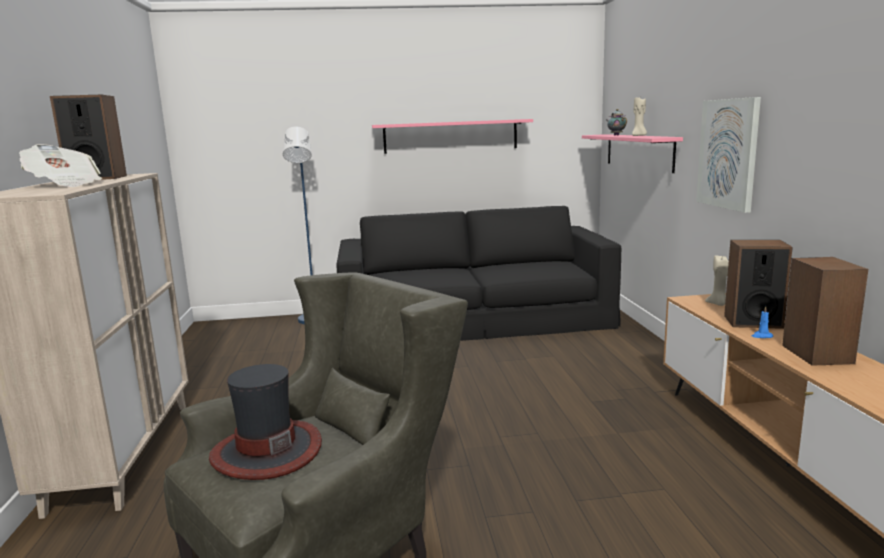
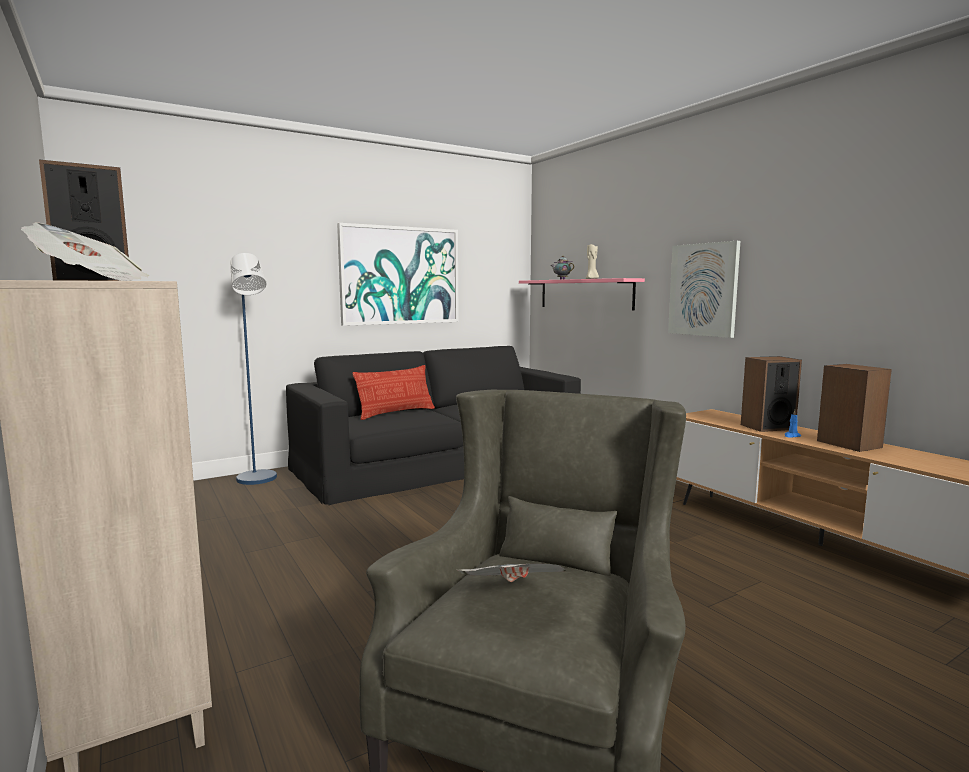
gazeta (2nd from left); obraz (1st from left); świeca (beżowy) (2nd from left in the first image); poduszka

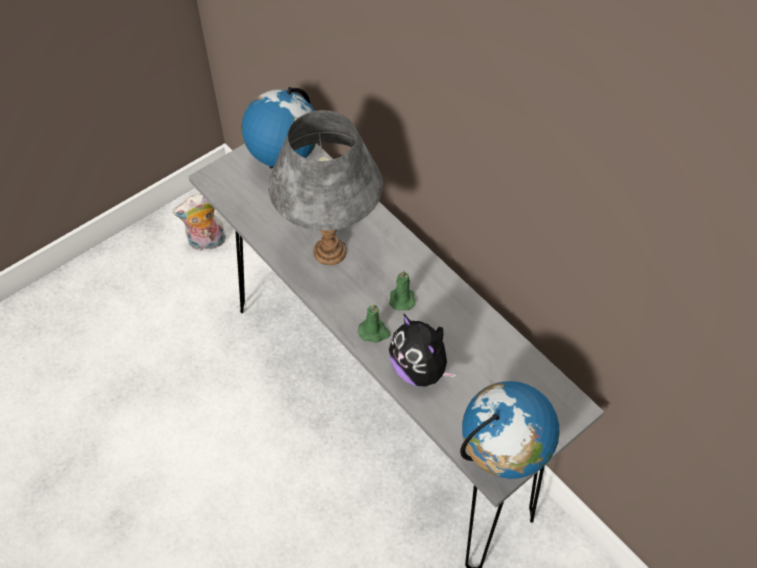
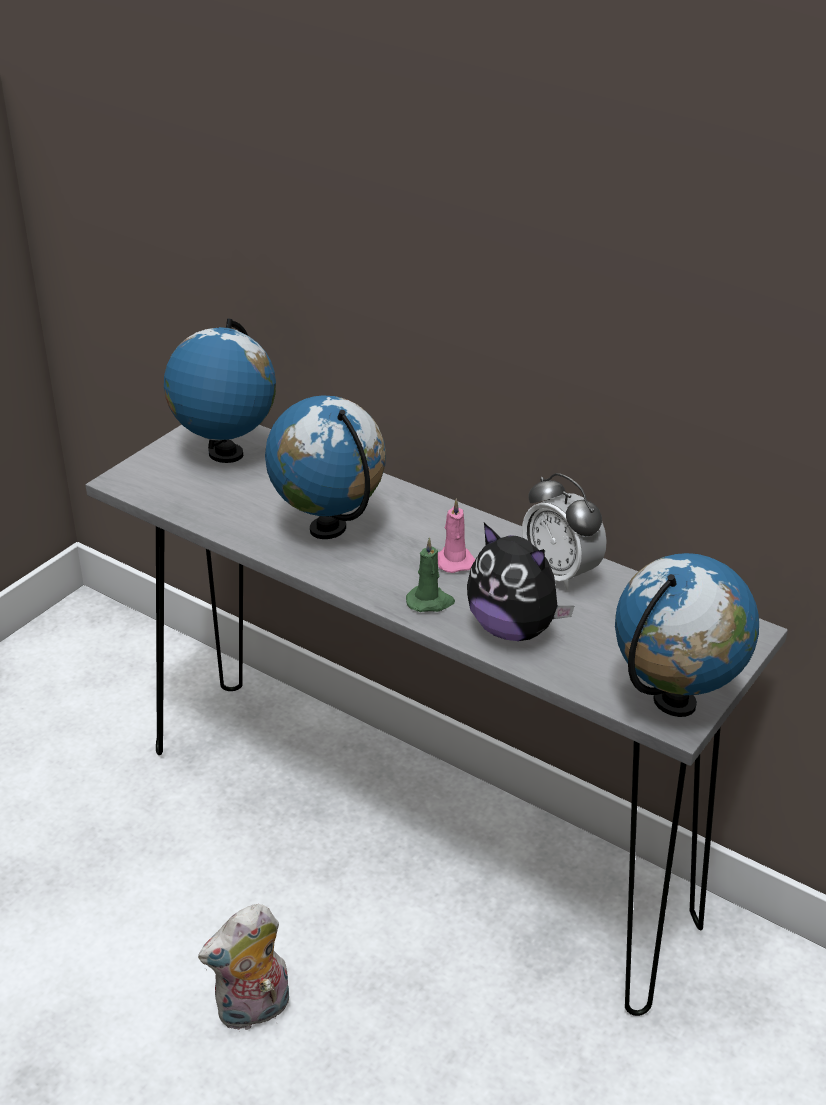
pluszak (1st from left); globus (2nd from left); świeca (różowy); budzik

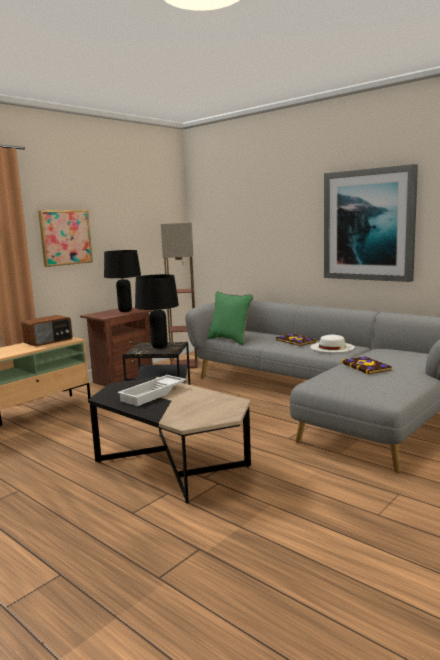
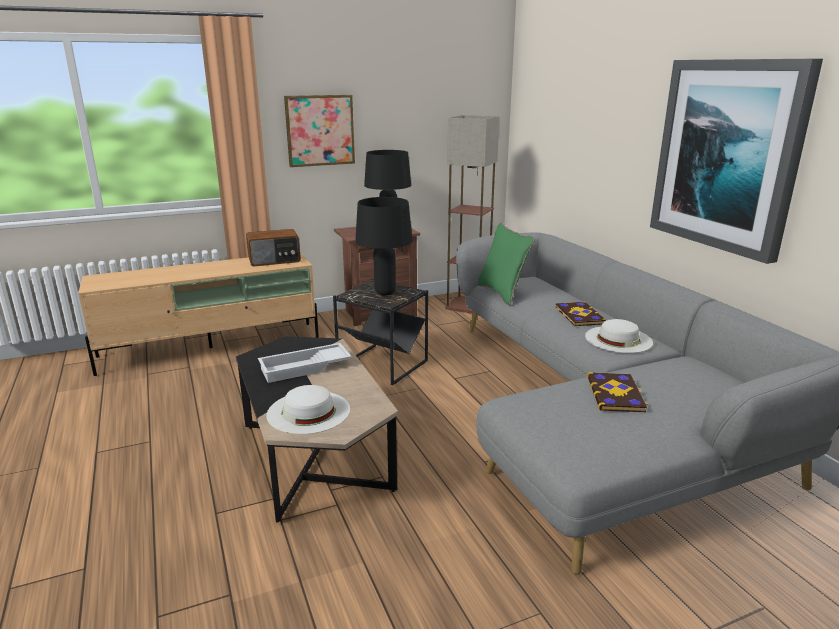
kapelusz (biały) (1st from left)

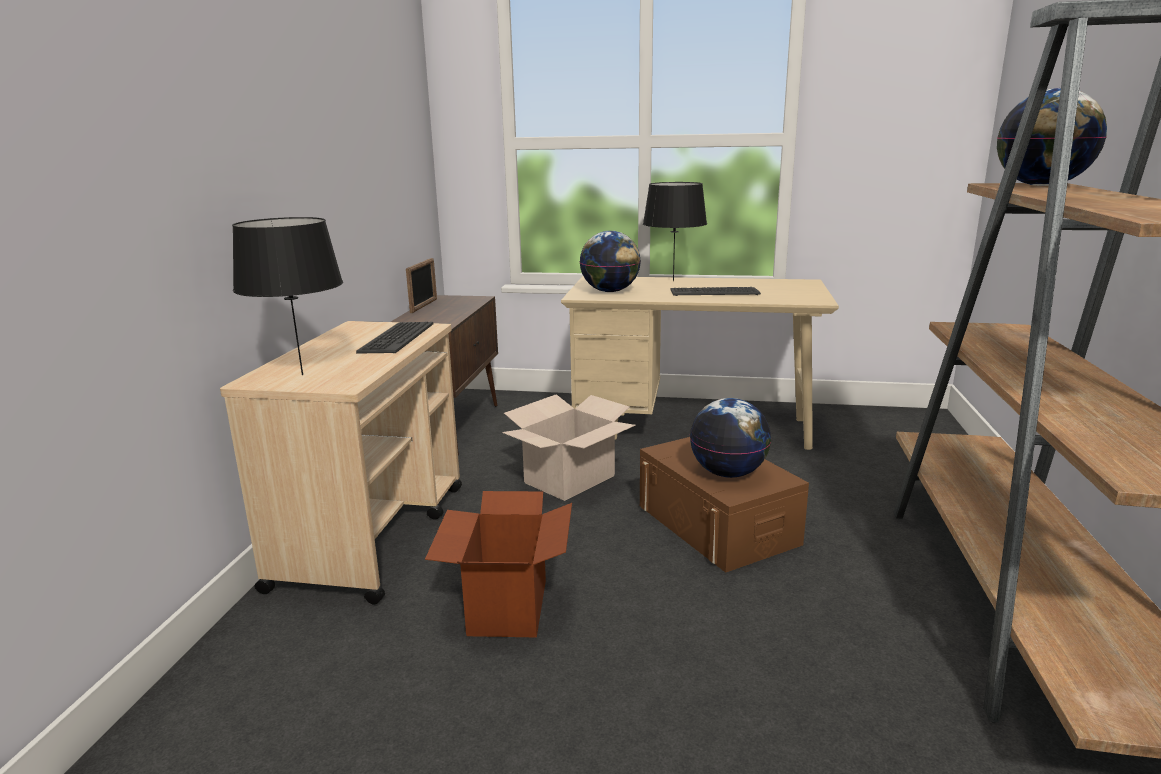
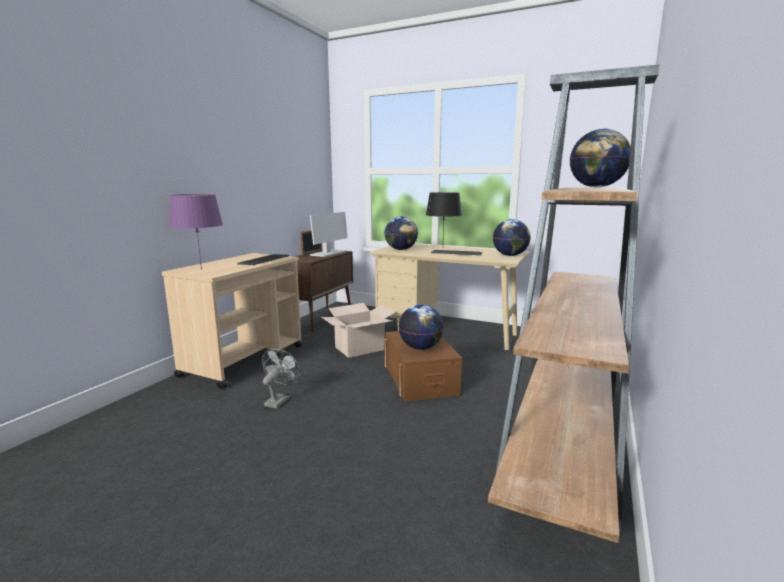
lampa stołowa (fioletowy); wentylator (szary); monitor; globus (3rd from left)

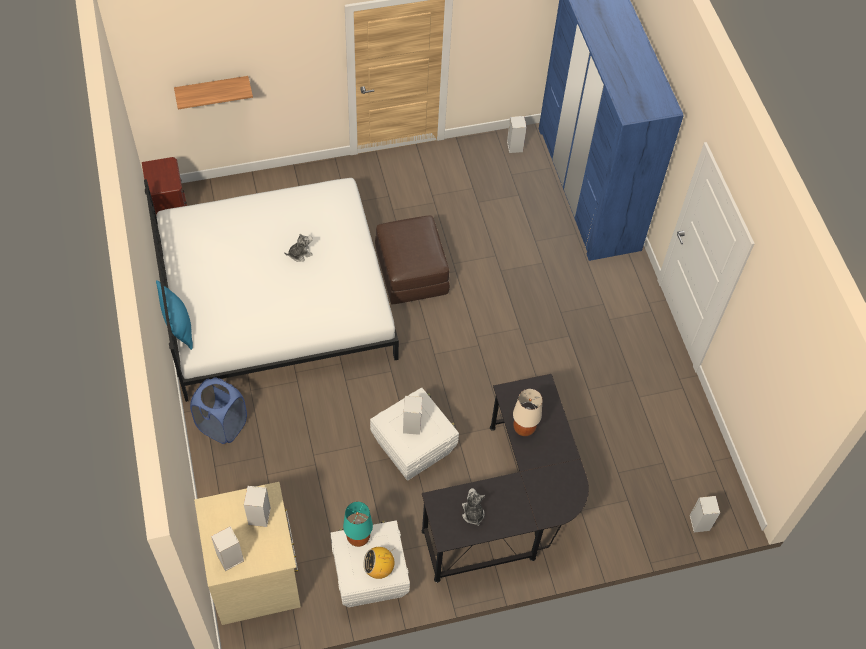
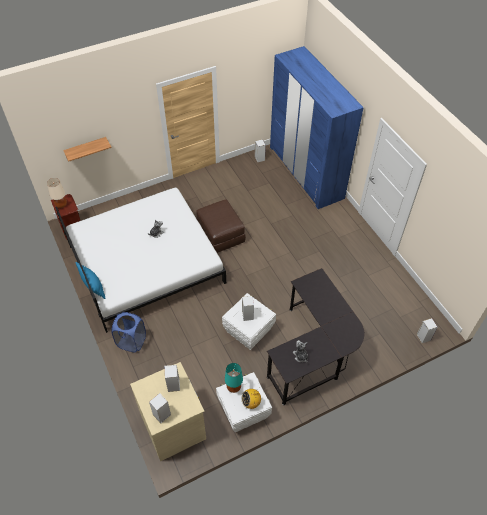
lampa stołowa (beżowy)

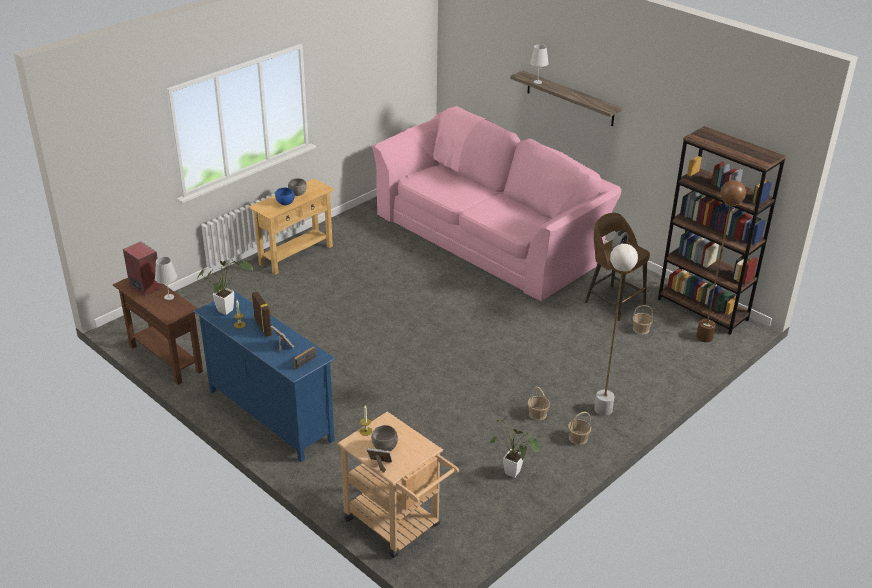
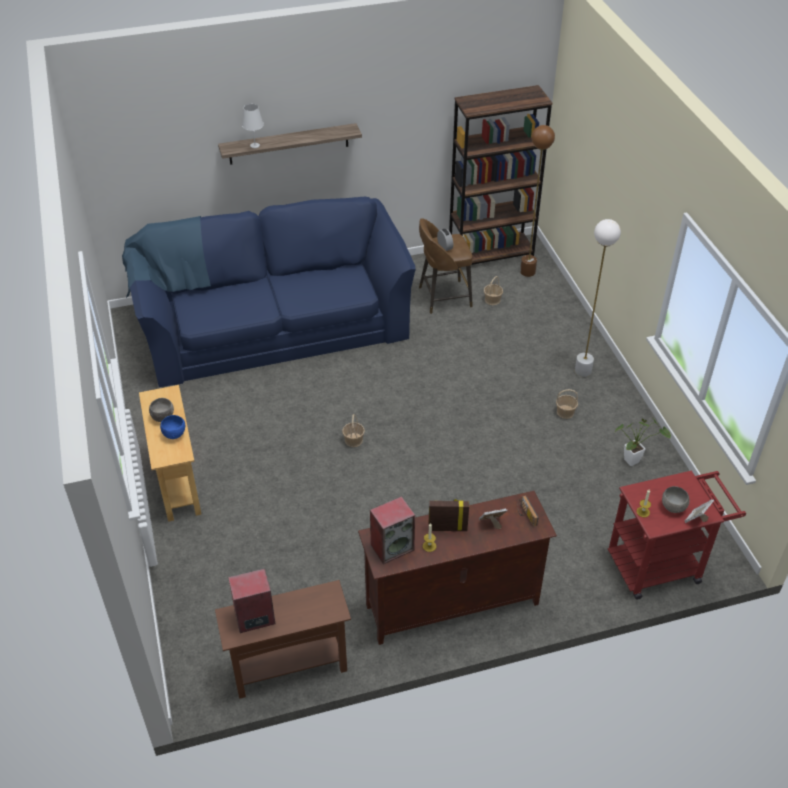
lampa stołowa (biały) (1st from left in the first image); szafka pod telewizor (brązowy); głośnik (2nd from left); wózek (czerwony); kanapa (niebieski); koszyk (1st from left)

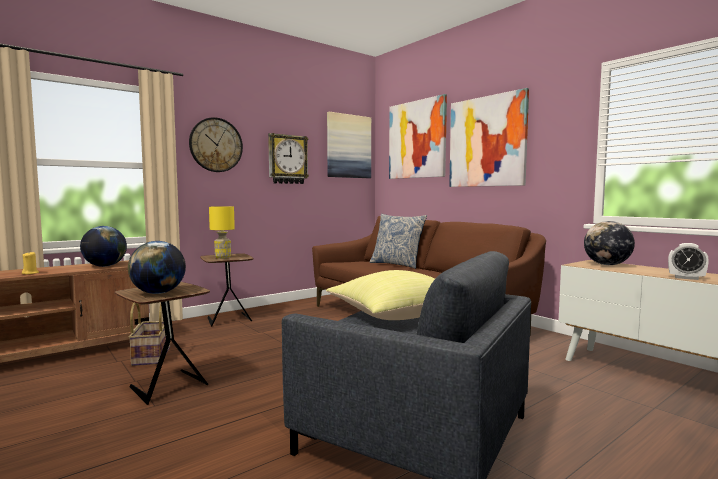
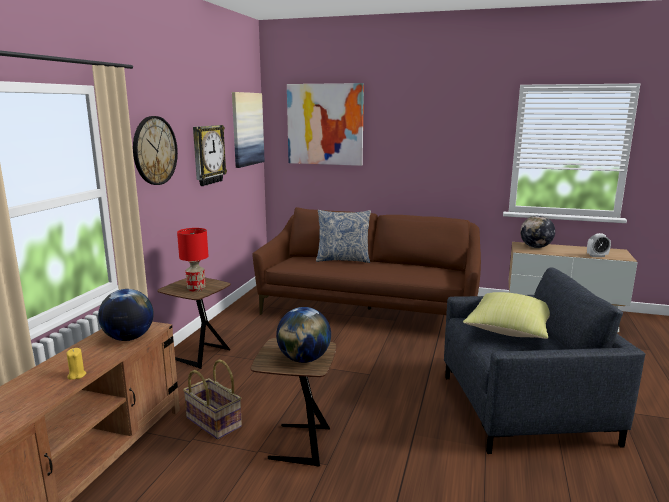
lampa stołowa (czerwony); obraz (3rd from left in the first image)

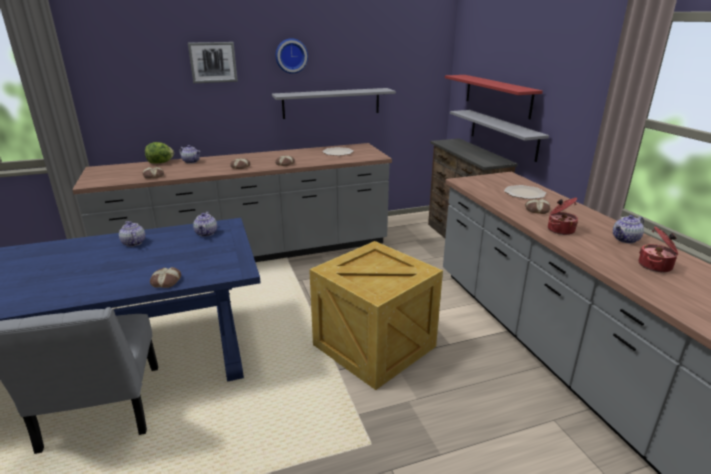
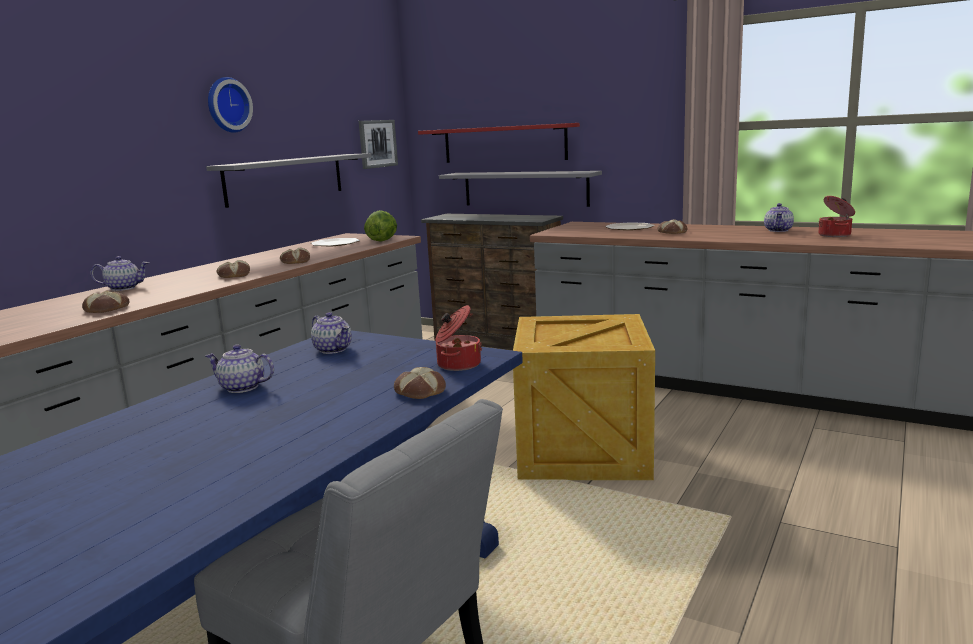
sałata; obraz; garnek (1st from left)

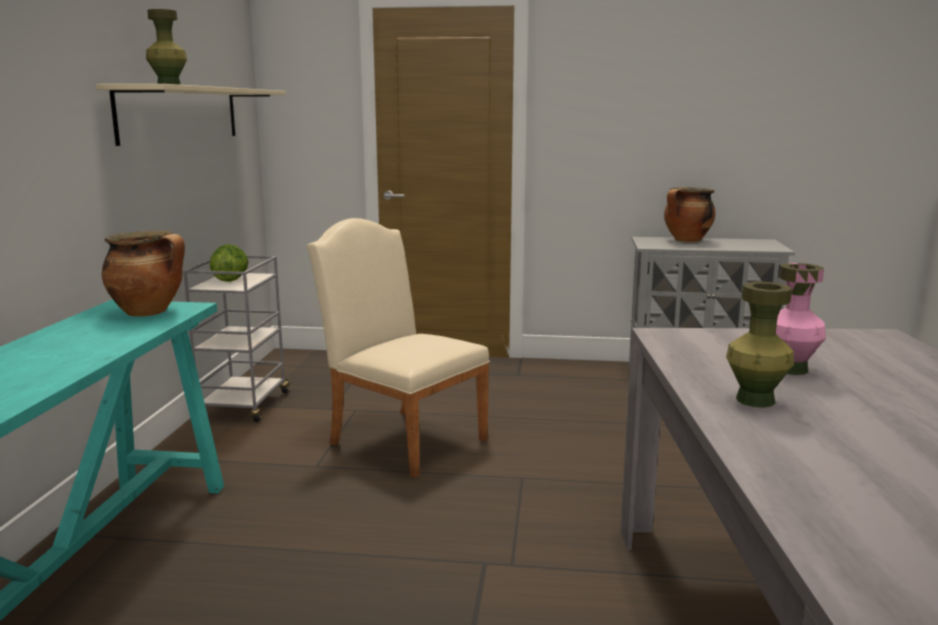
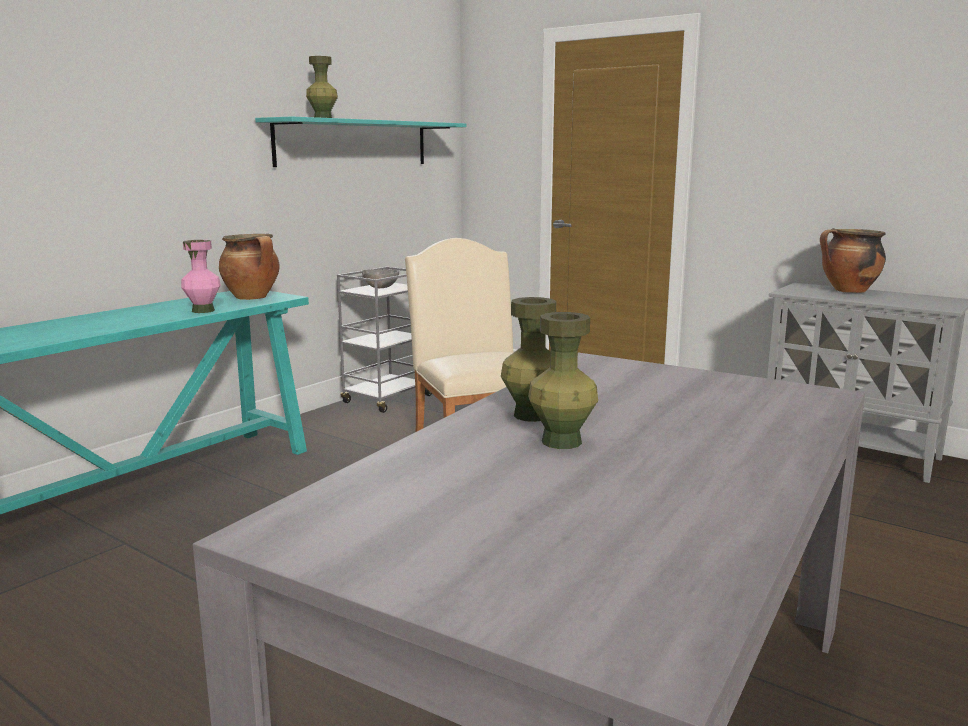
półka (turkusowy); miska (szary); wazon (różowy); wazon (zielony) (3rd from left)

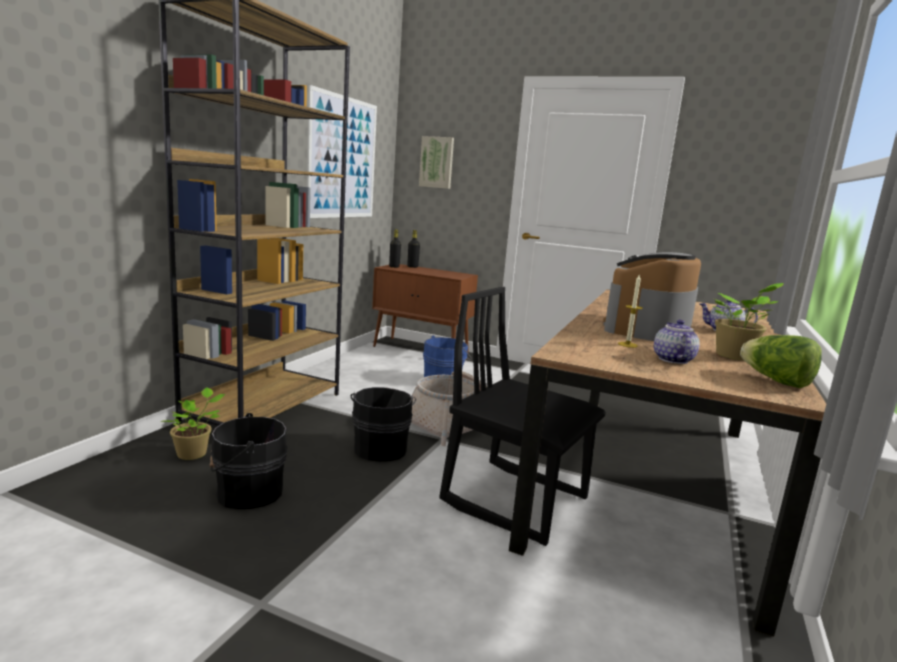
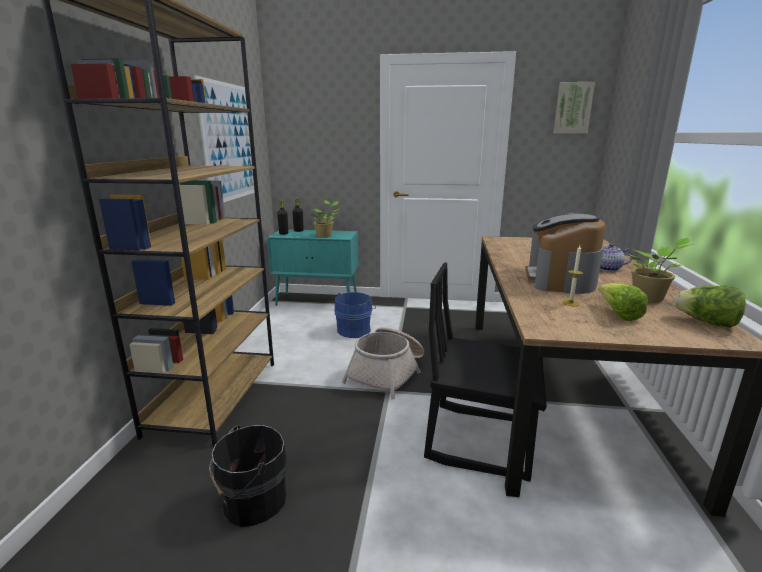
roślina doniczkowa (1st from left); wiadro (czarny) (2nd from left in the first image); szafka (turkusowy); obraz (2nd from left); sałata (1st from left)

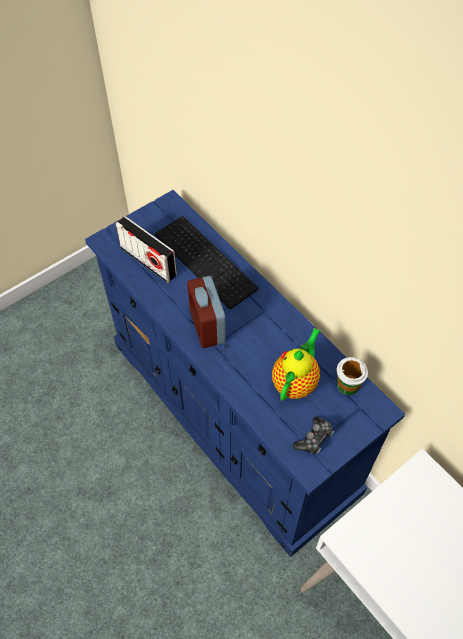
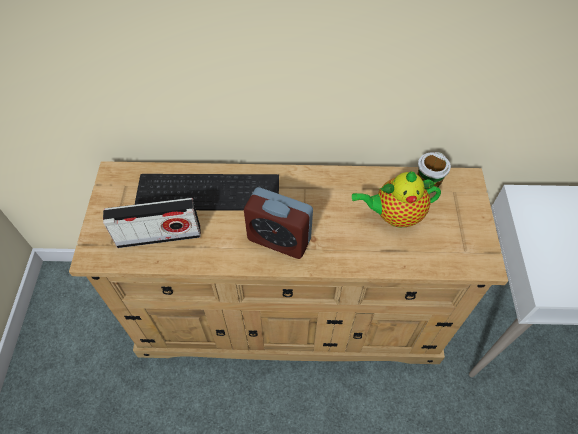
komoda (beżowy); imbryk; pad do gier

